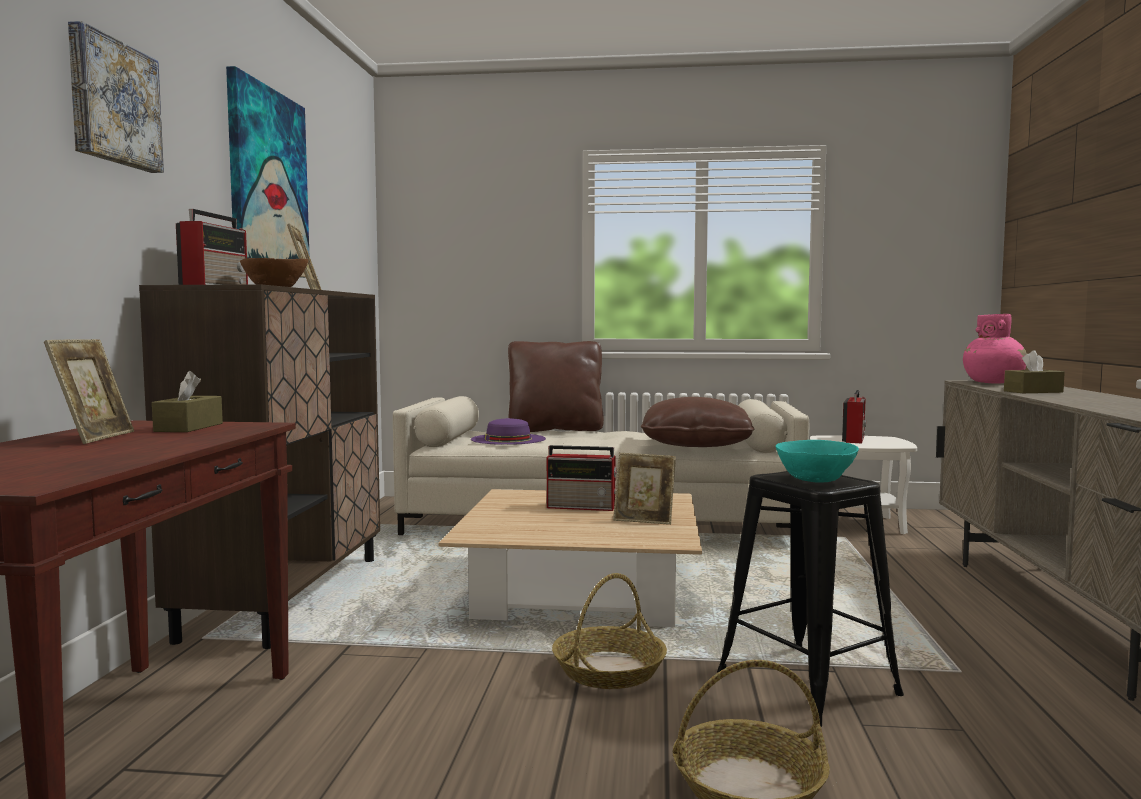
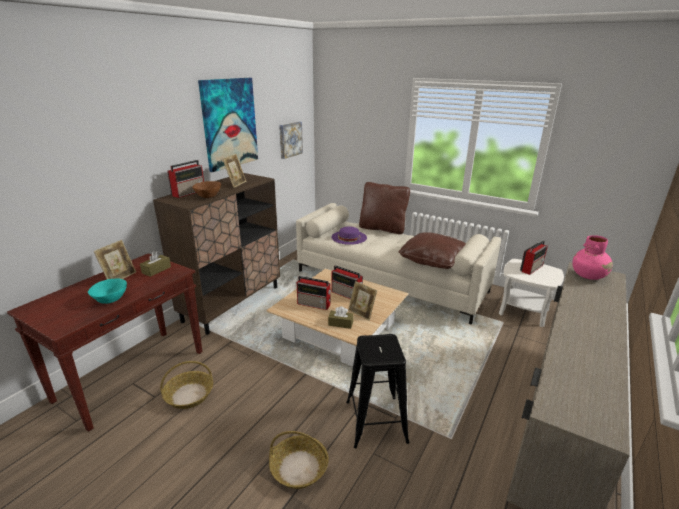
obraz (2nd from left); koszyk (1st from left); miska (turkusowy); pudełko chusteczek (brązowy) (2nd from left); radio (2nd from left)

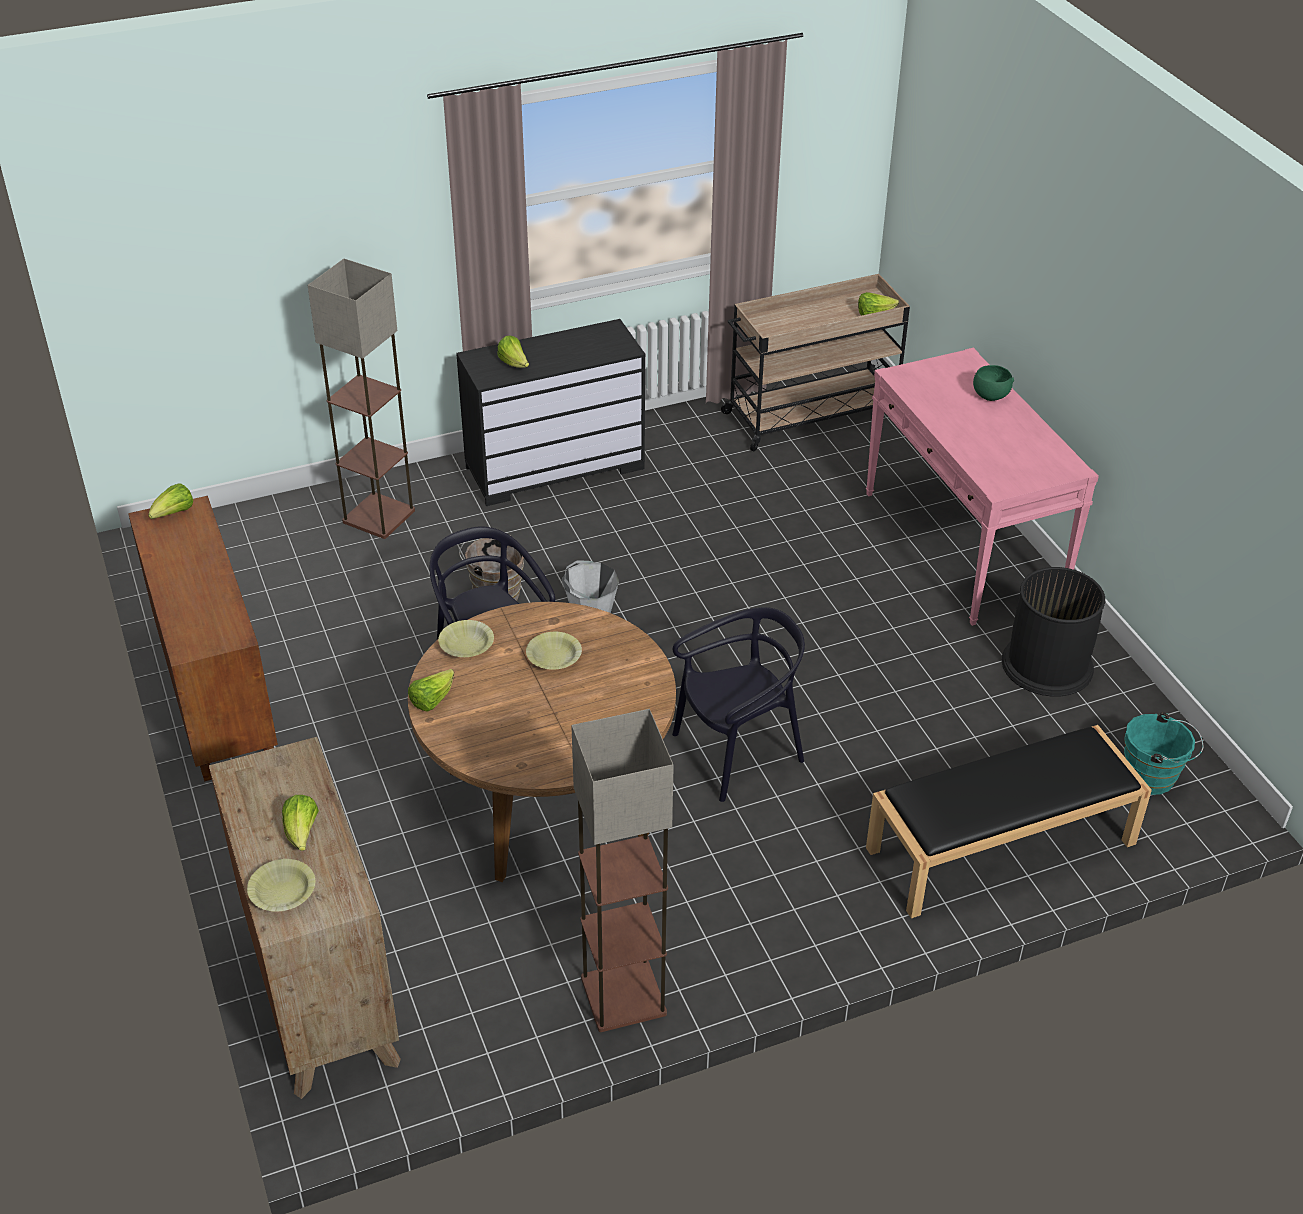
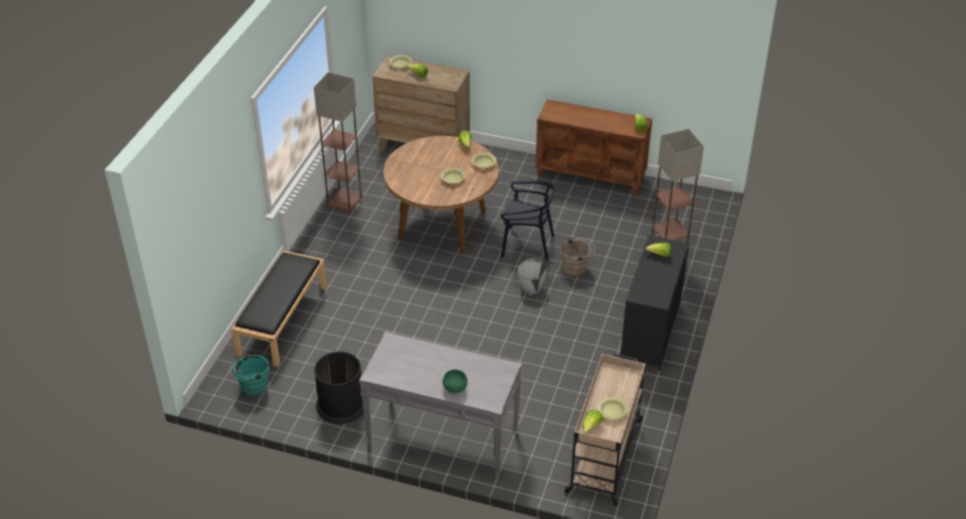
krzesło (czarny) (2nd from left in the first image); stolik konsolowy (szary); miska (żółty) (4th from left)

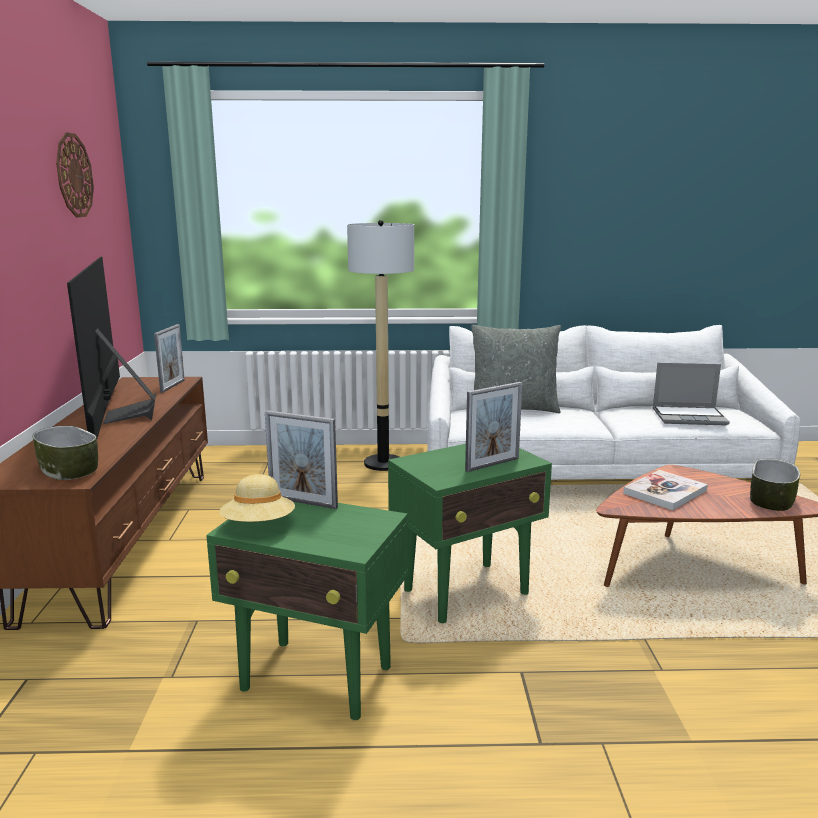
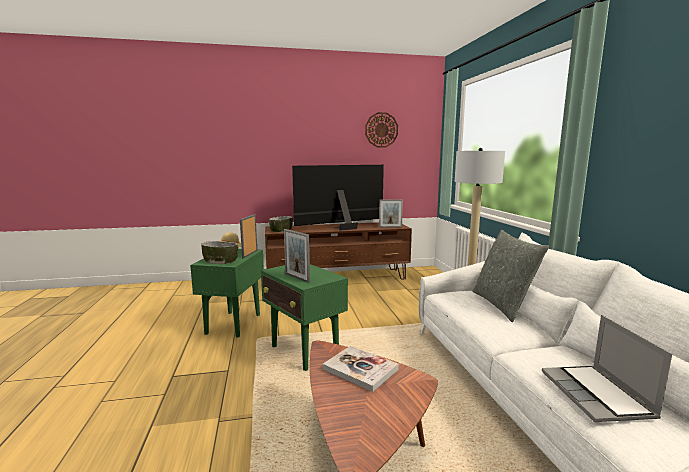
miska (1st from left)

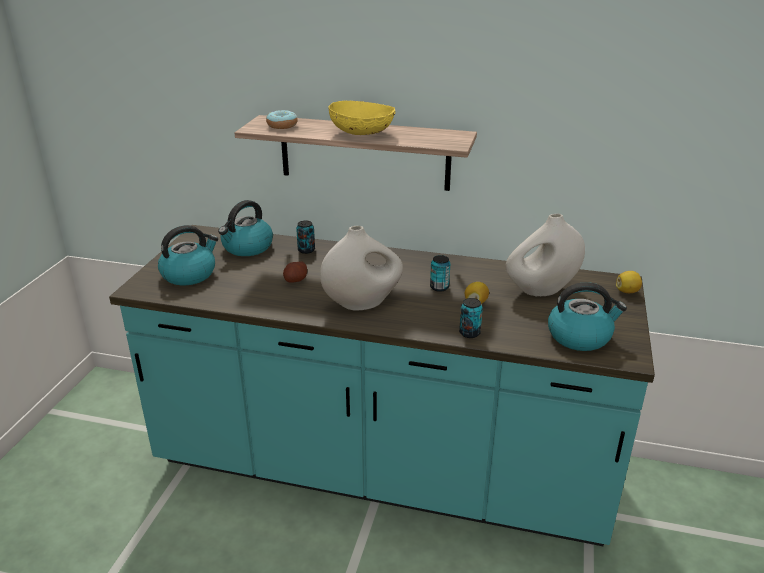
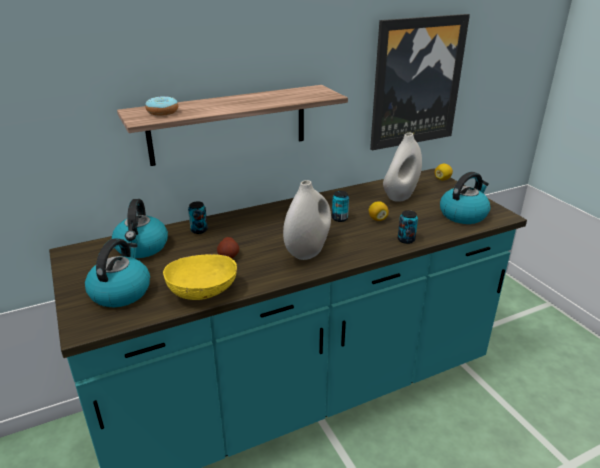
miska (żółty); obraz

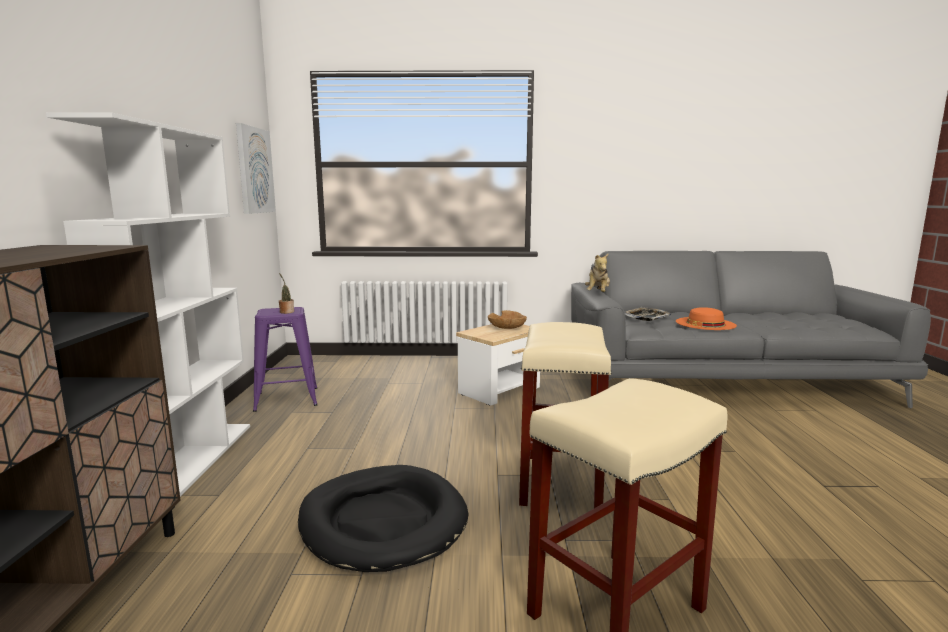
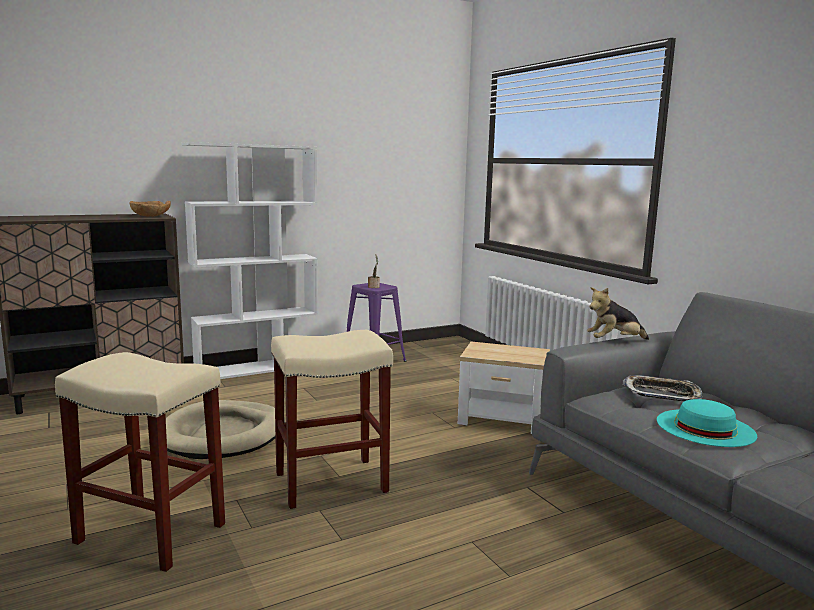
obraz; legowisko (beżowy); miska (brązowy); kapelusz (turkusowy)

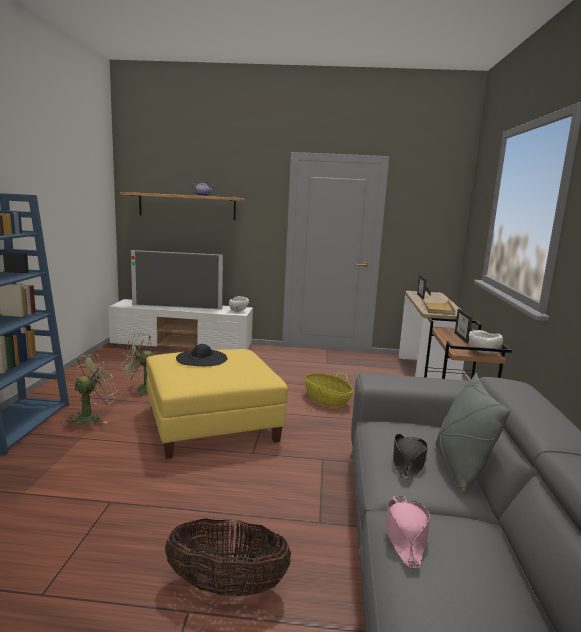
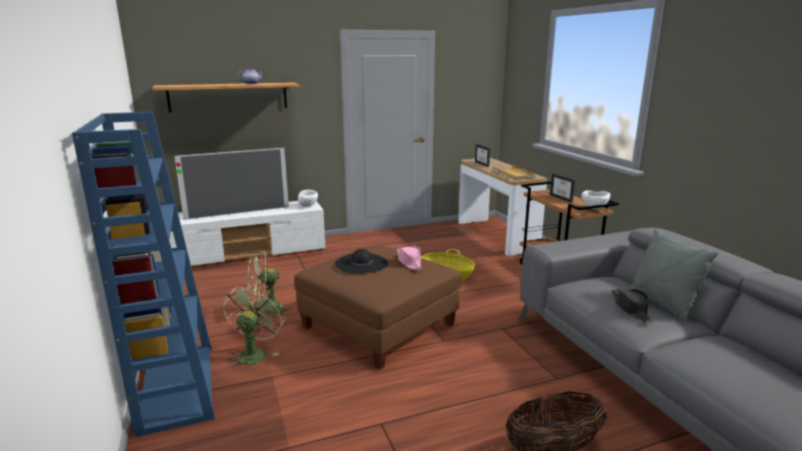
pufa (brązowy); kapelusz (różowy)

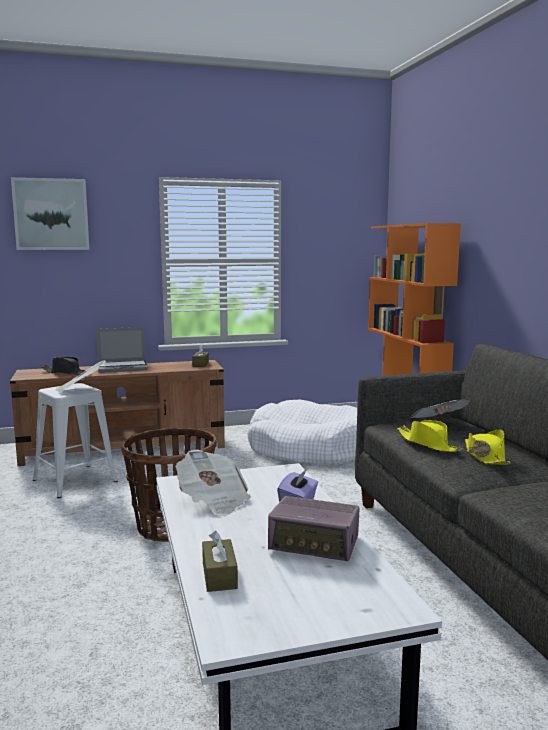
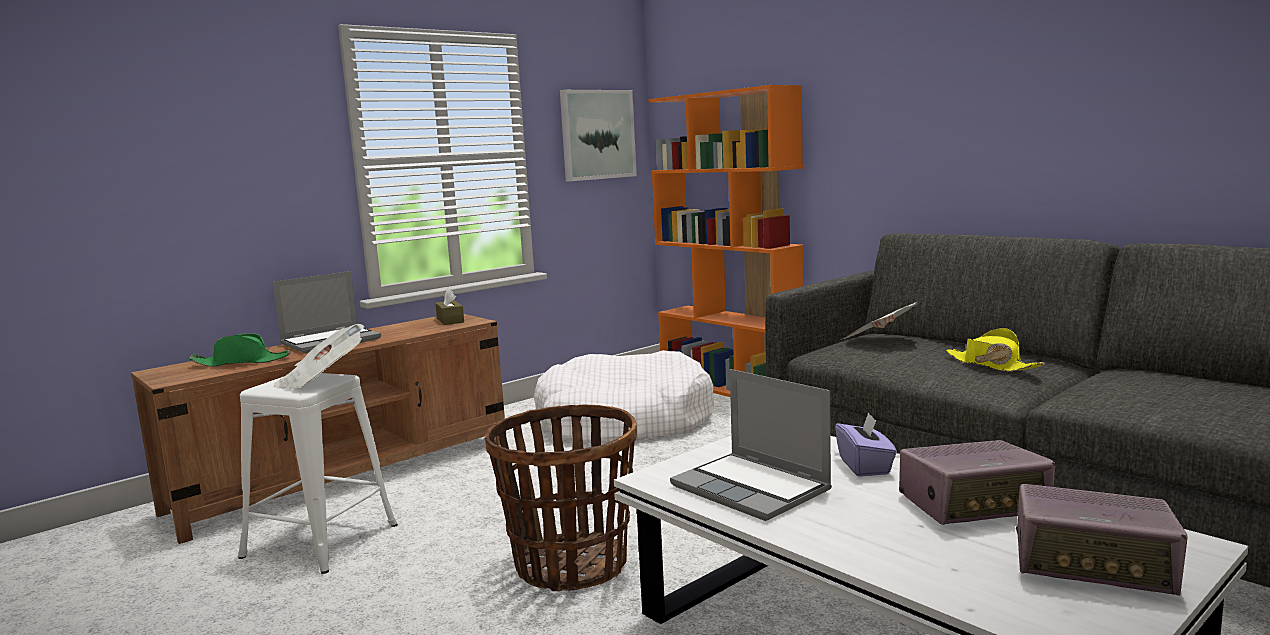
obraz; kapelusz (zielony); laptop (2nd from left); pudełko chusteczek (brązowy) (2nd from left in the first image); kapelusz (żółty) (1st from left in the first image); radio (2nd from left)

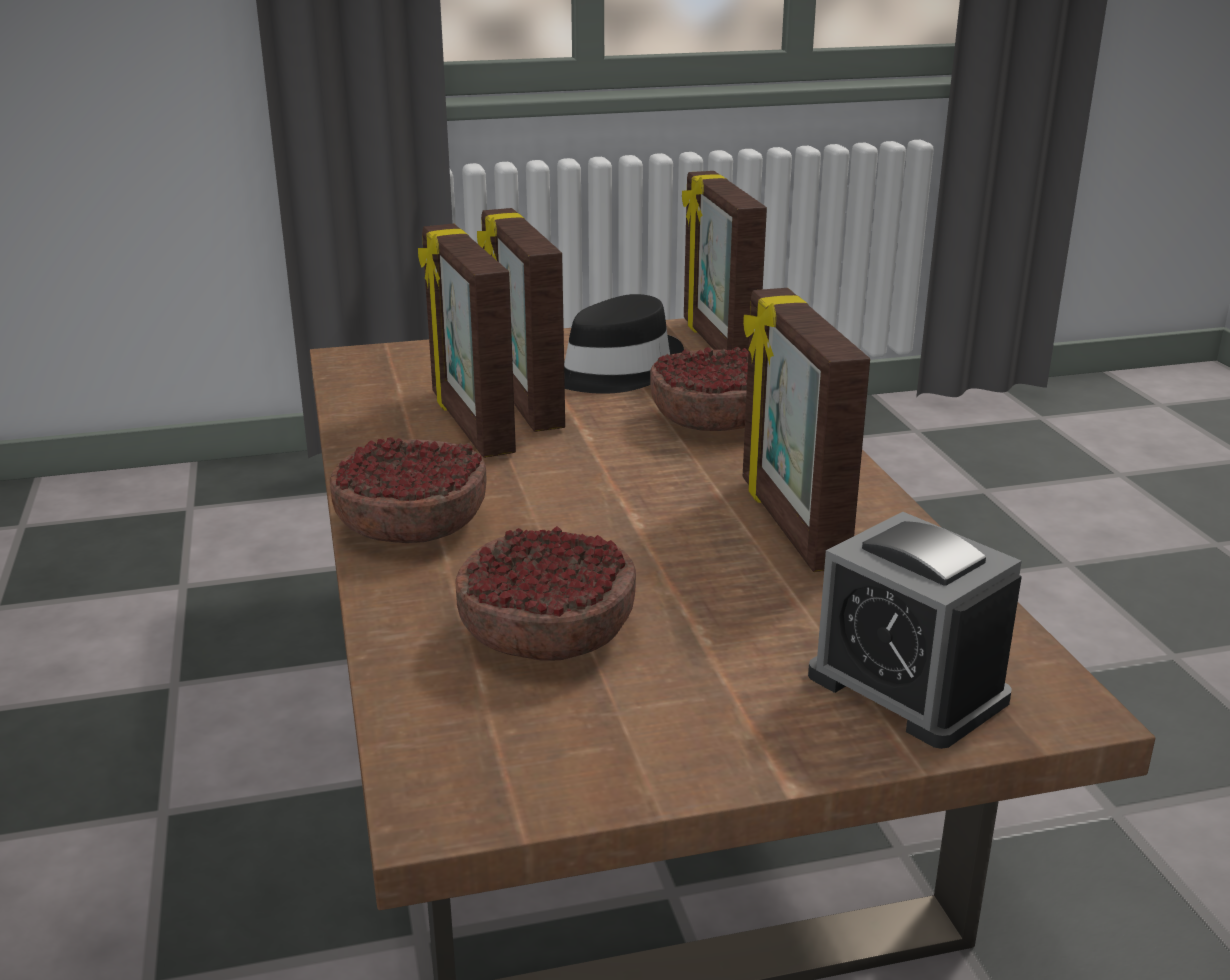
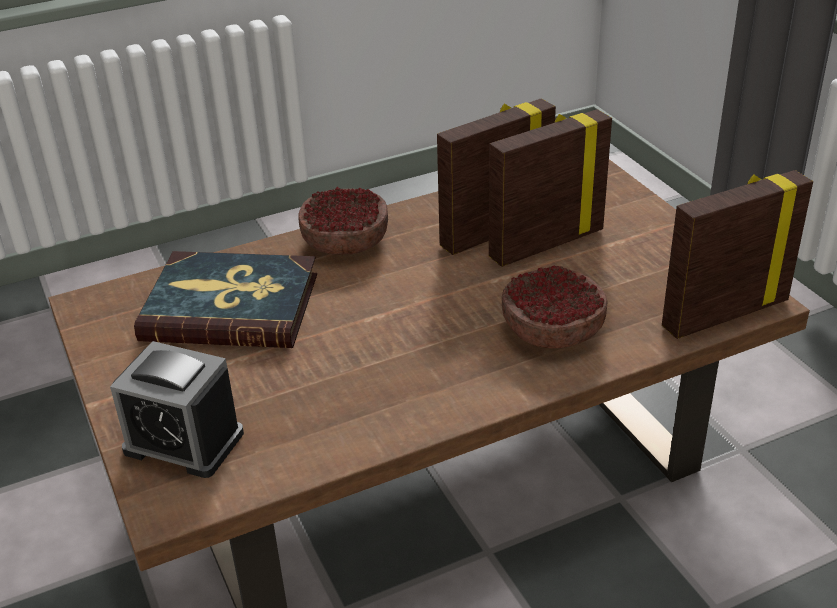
książka; kapelusz (czarny); ramka na zdjęcie (4th from left in the first image); budzik

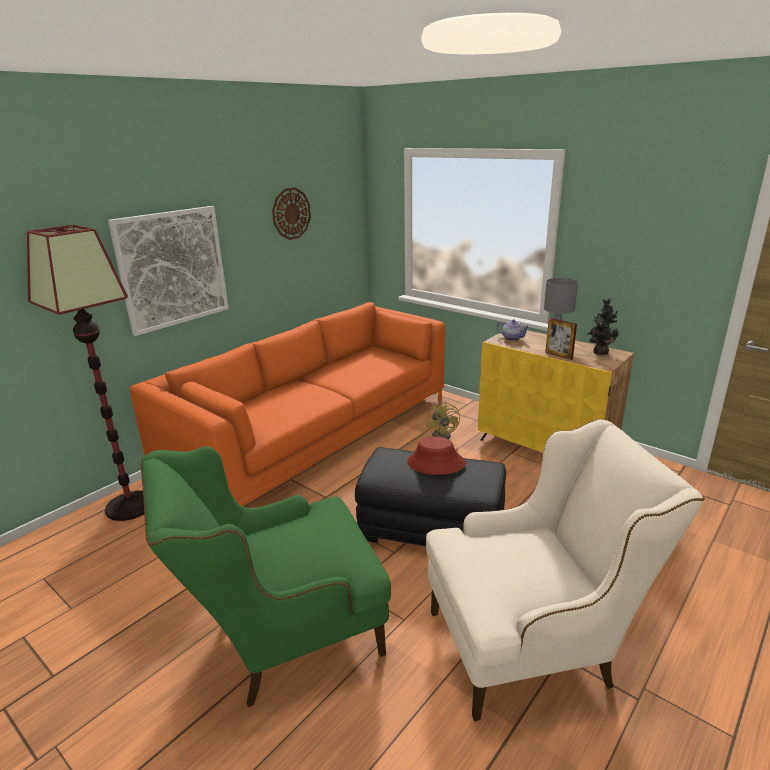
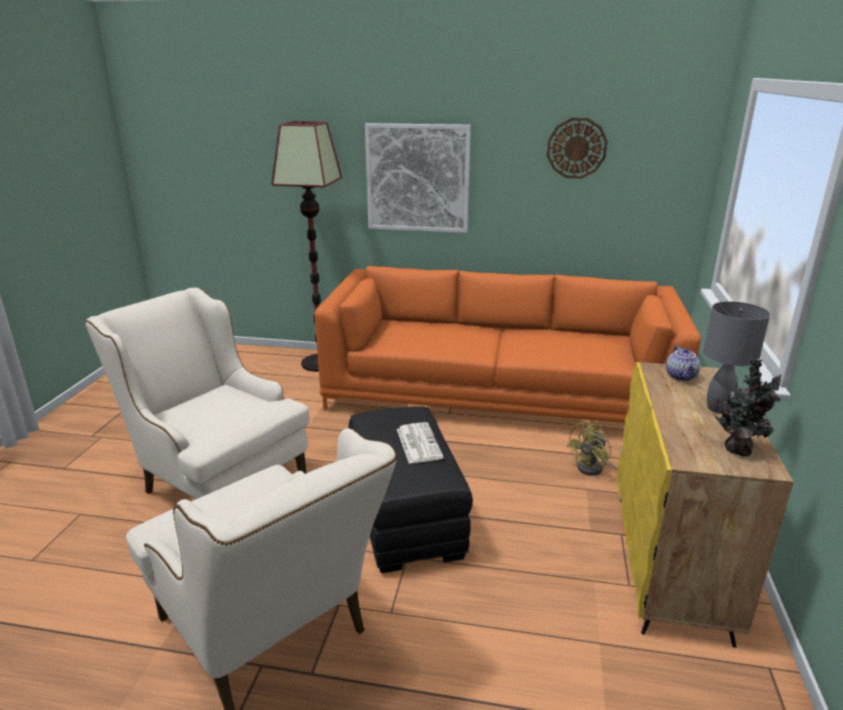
fotel (beżowy) (1st from left); gazeta; ramka na zdjęcie

